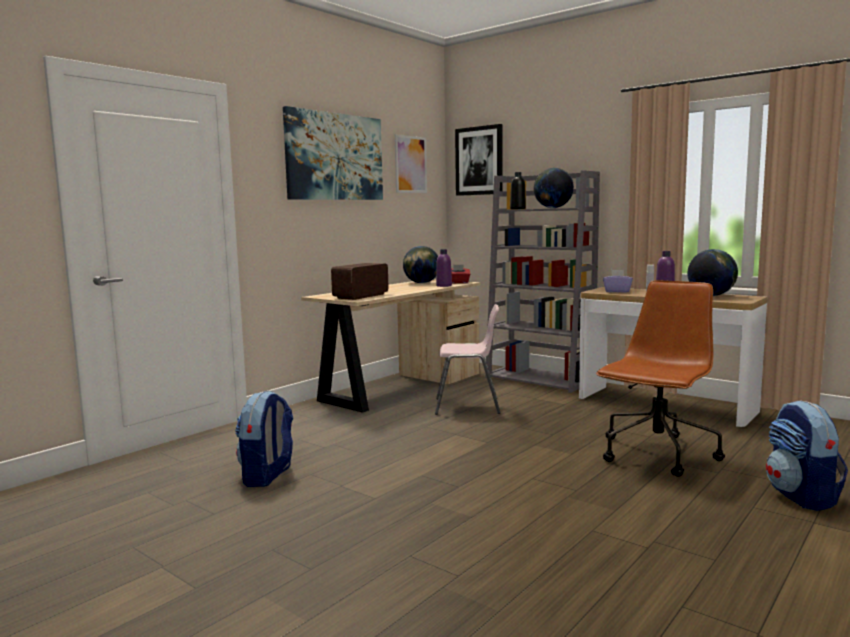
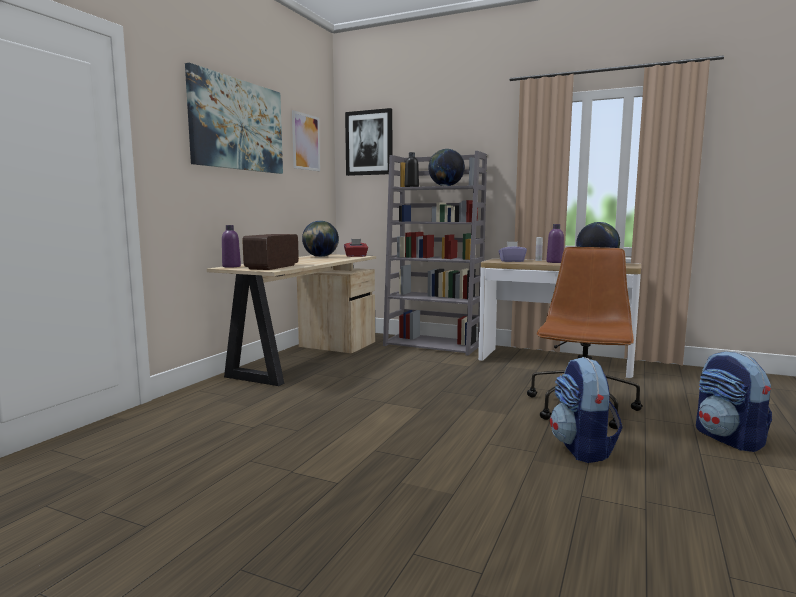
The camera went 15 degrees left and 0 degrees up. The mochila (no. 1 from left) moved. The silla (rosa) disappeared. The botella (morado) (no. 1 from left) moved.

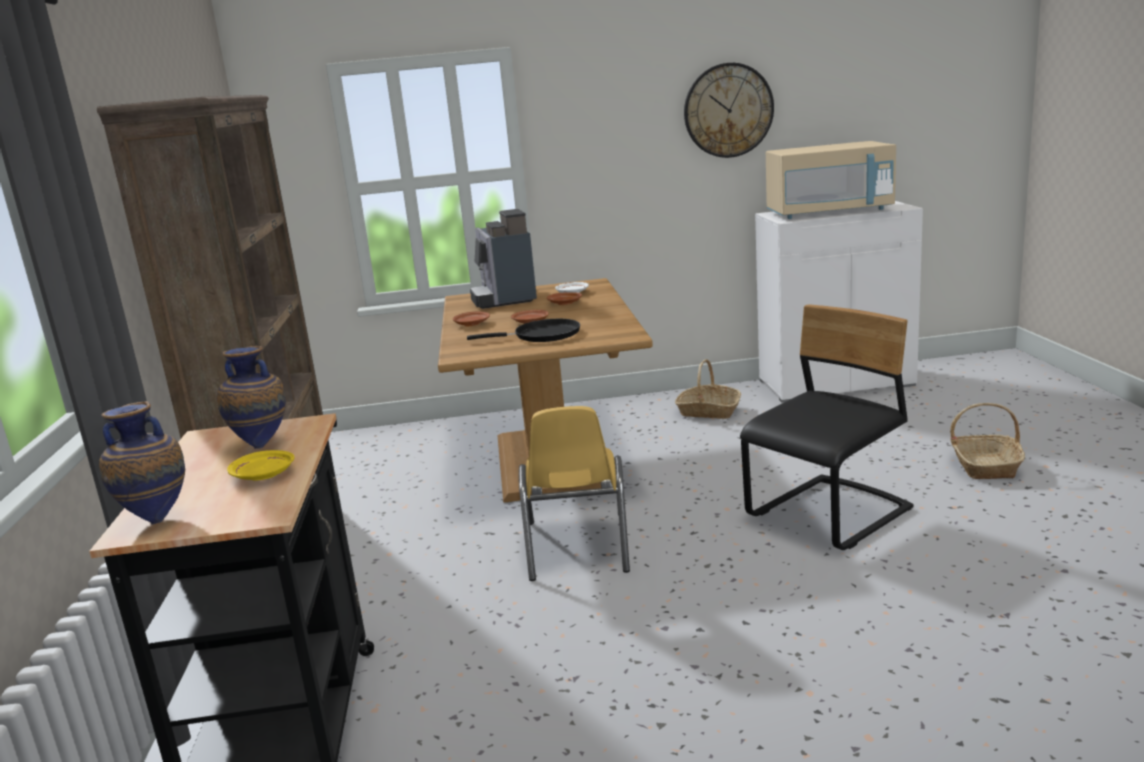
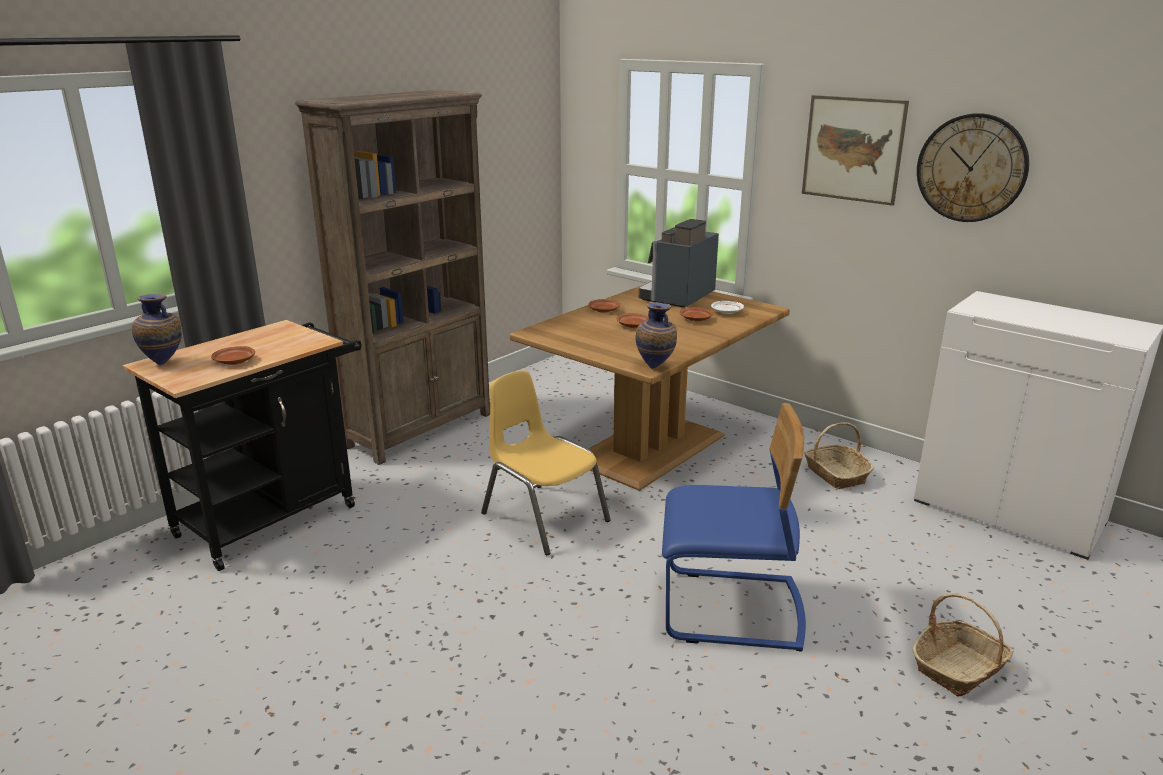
The camera went 45 degrees right and 5 degrees up. The florero (no. 2 from left) moved. The plato (amarillo) became the plato (marrón) (no. 1 from left). The sartén (negro) disappeared. The silla (amarillo) turned 90 degrees clockwise. The silla (negro) became the silla (azul). The microondas (beis) disappeared. The cuadro appeared.

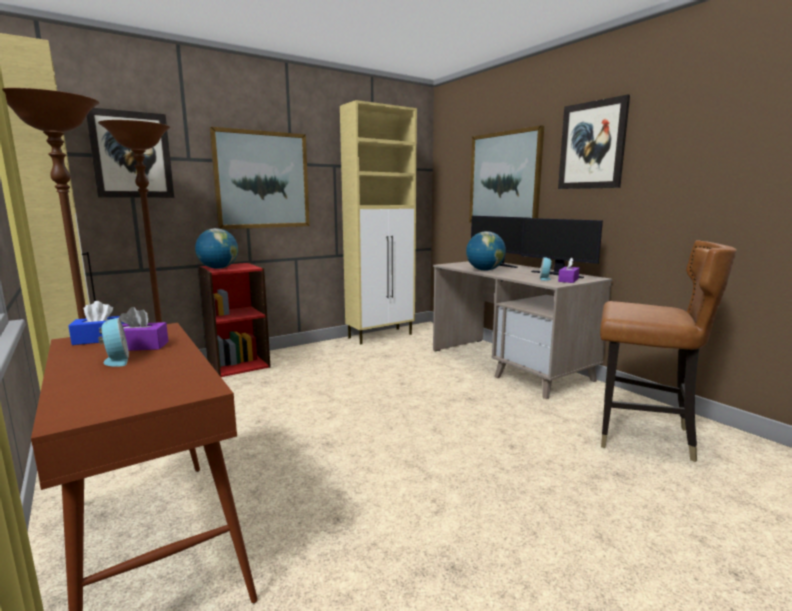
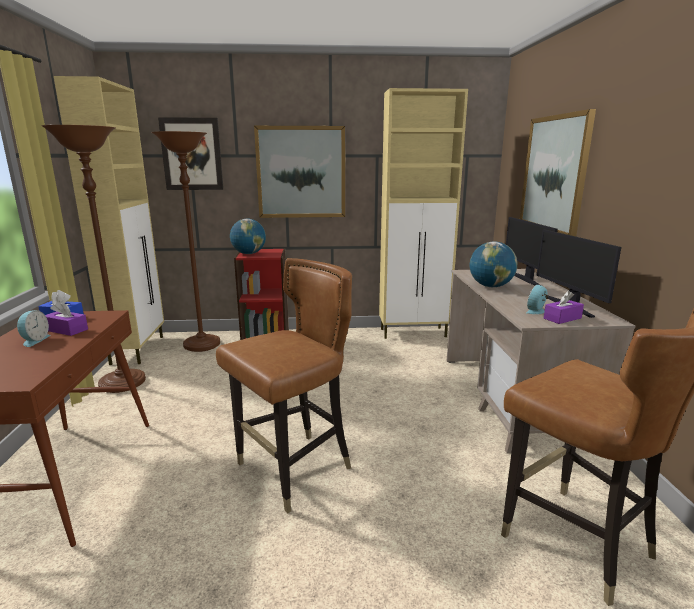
The camera went 30 degrees right and 5 degrees up. The cuadro (no. 4 from left) disappeared. The silla (marrón) (no. 1 from left) appeared.

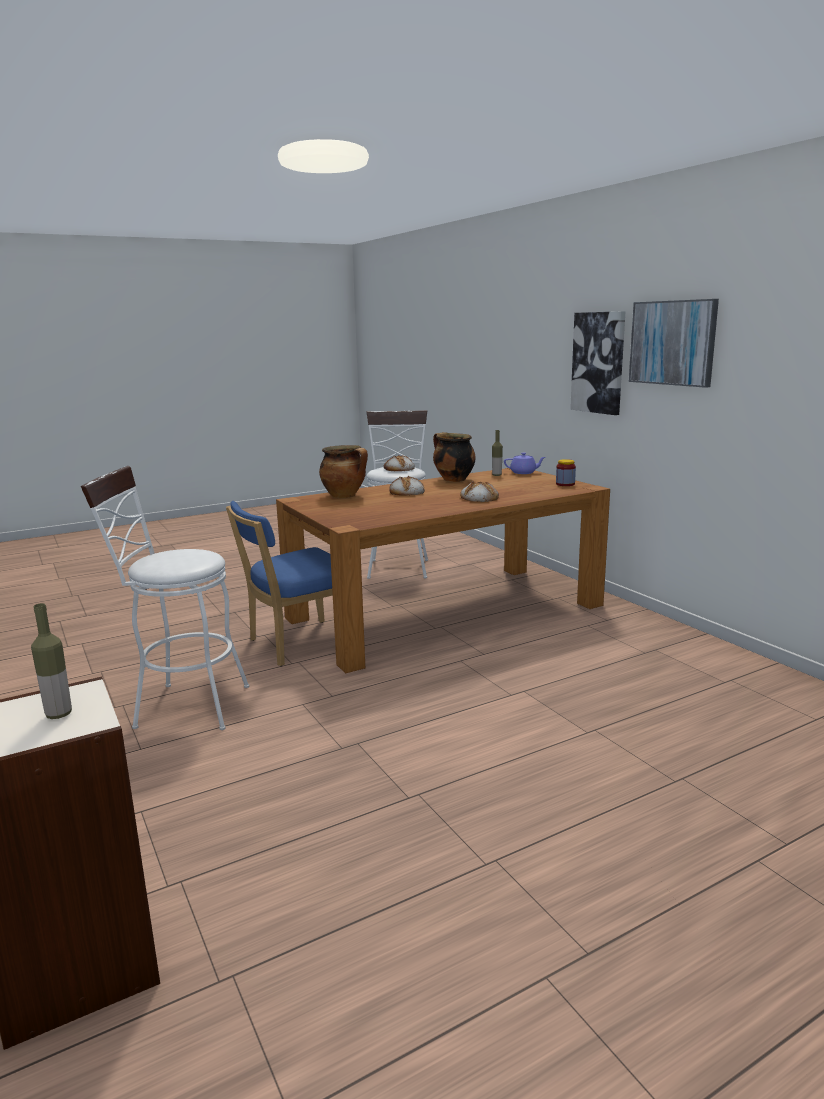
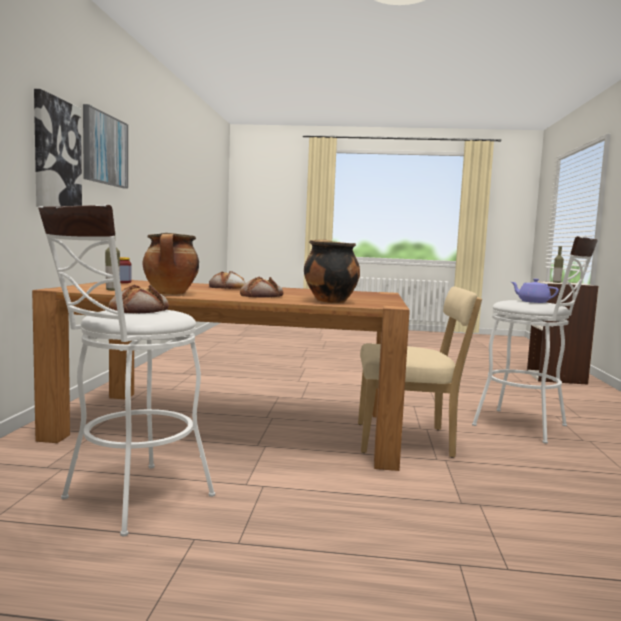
The camera went 145 degrees left and 10 degrees down. The silla (azul) became the silla (beis). The tetera (morado) moved.

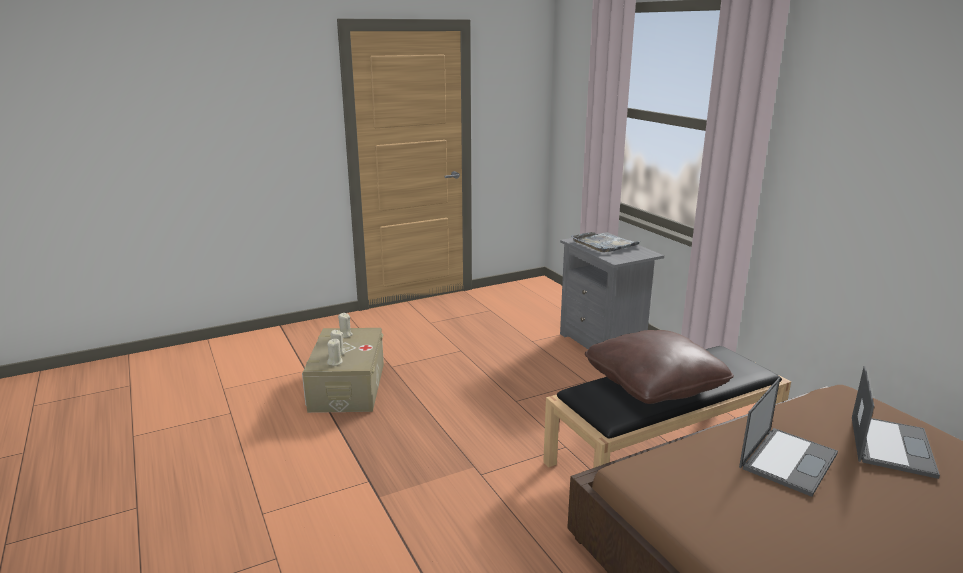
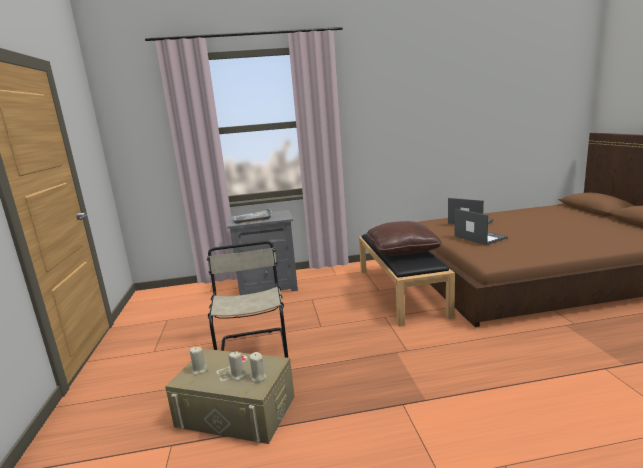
The camera went 70 degrees left and 5 degrees down. The silla (beis) appeared.

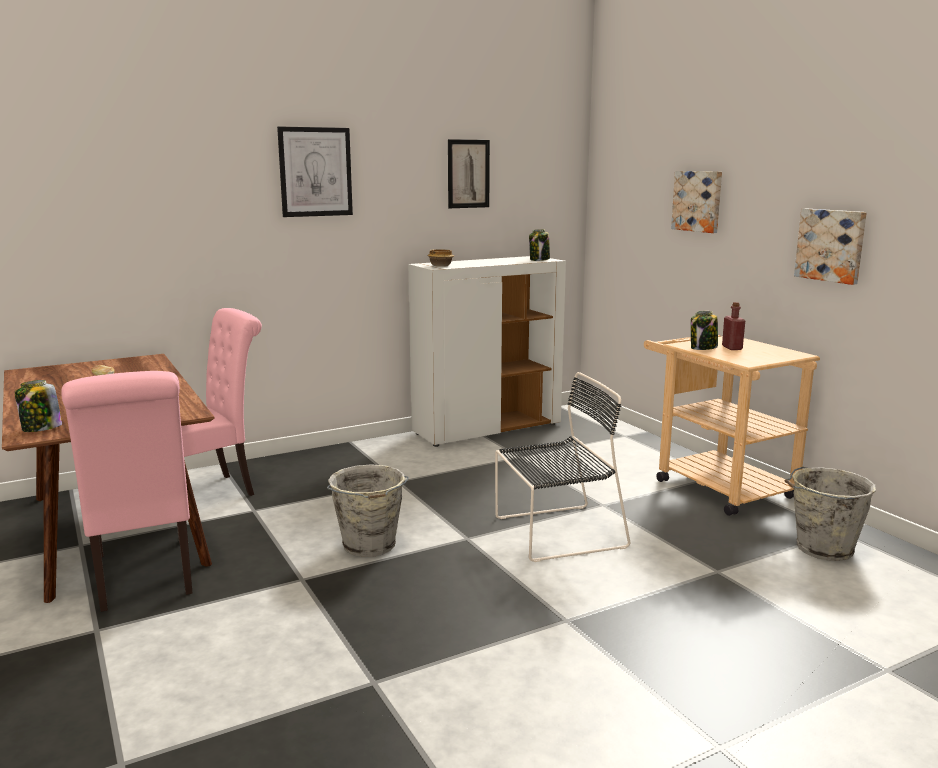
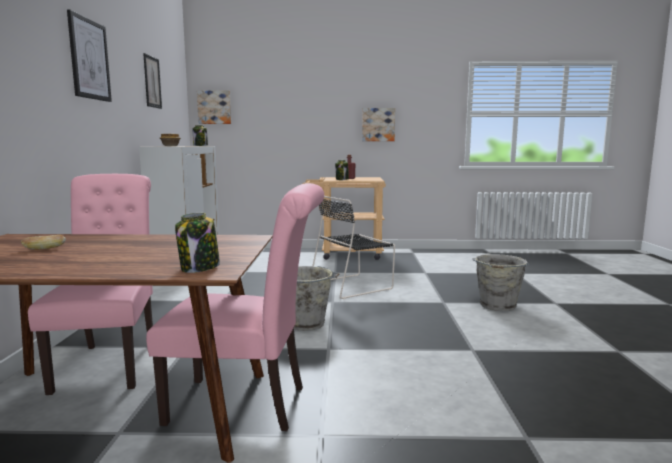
The camera went 60 degrees left and 5 degrees down. The silla (negro) turned 135 degrees counterclockwise. The cuadro (no. 3 from left) moved. The cubo (gris) (no. 2 from left) moved.

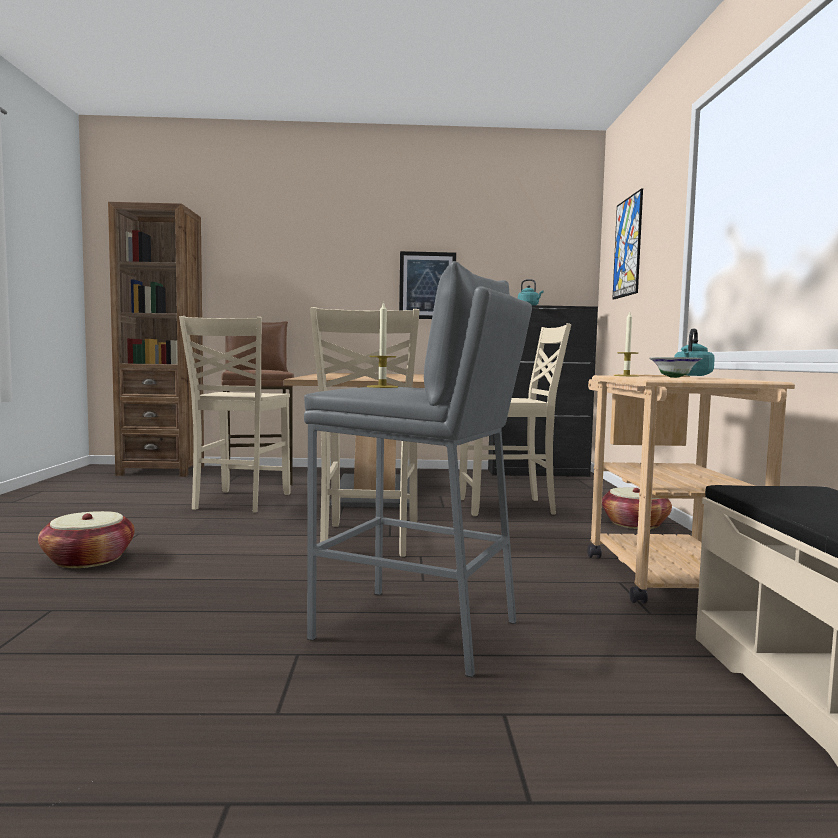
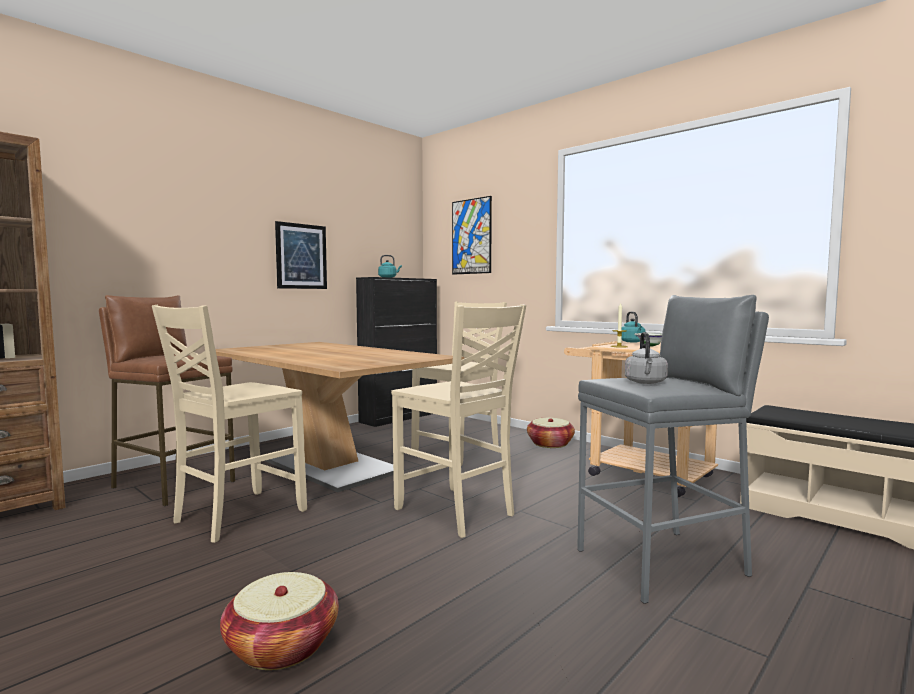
The camera went 45 degrees left and 0 degrees up. The silla (beis) (no. 1 from left) turned 75 degrees clockwise. The vela (no. 1 from left) was replaced by the hervidor (gris).

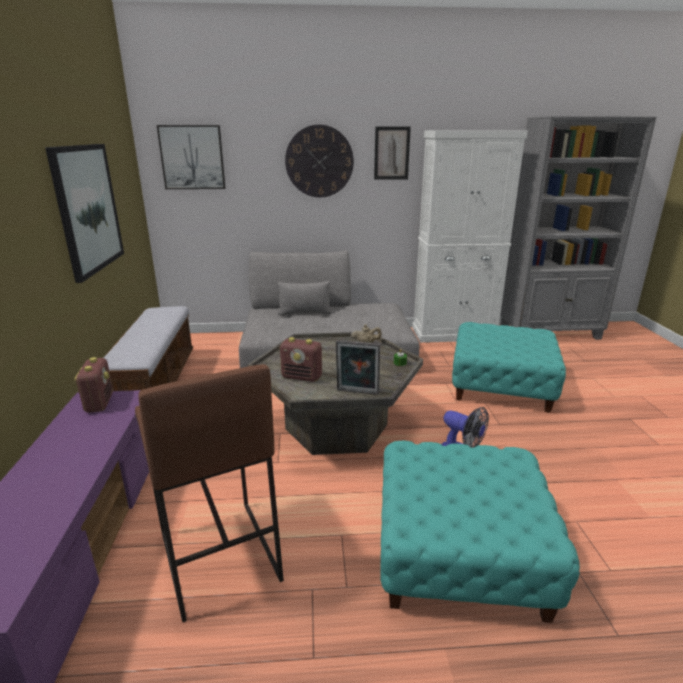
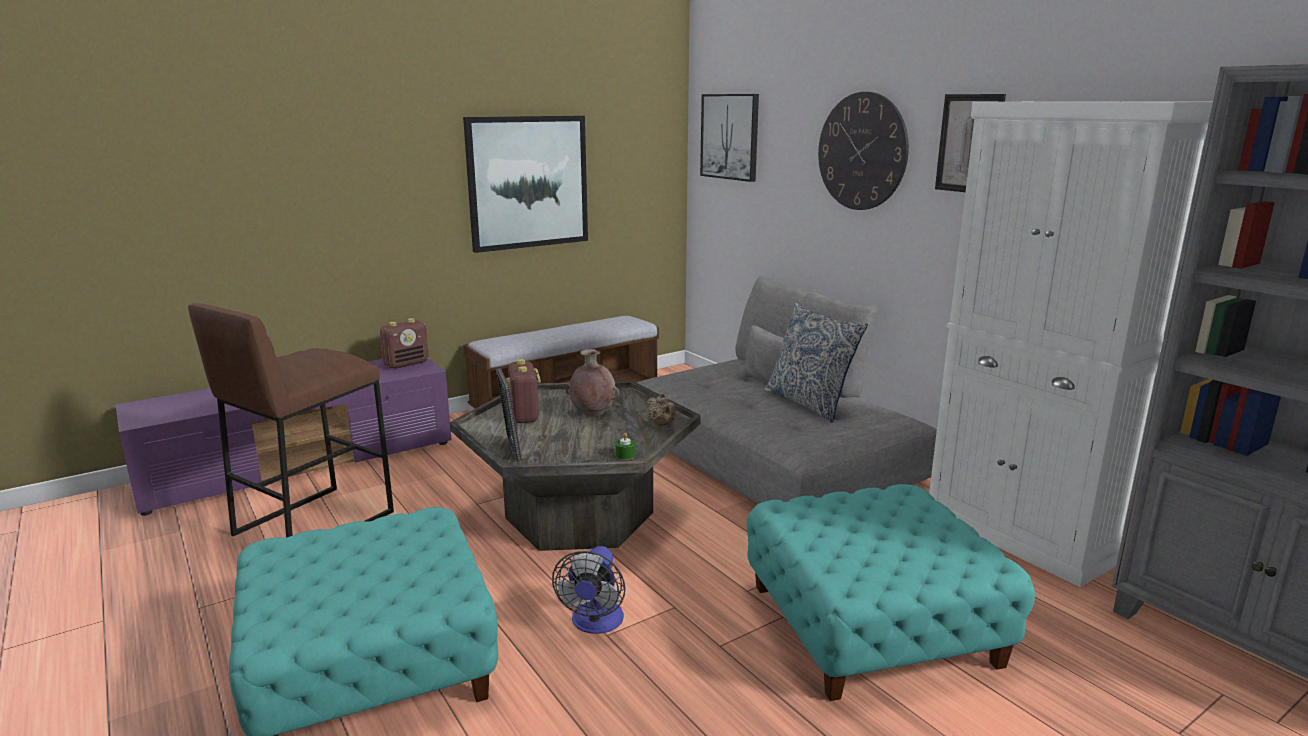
The camera went 60 degrees right and 5 degrees down. The florero (marrón) appeared. The cojín appeared.

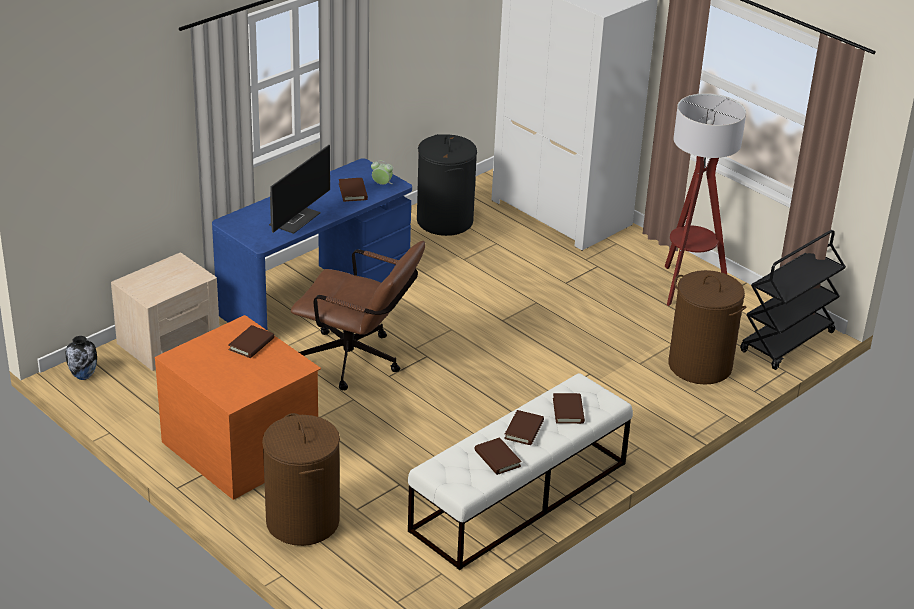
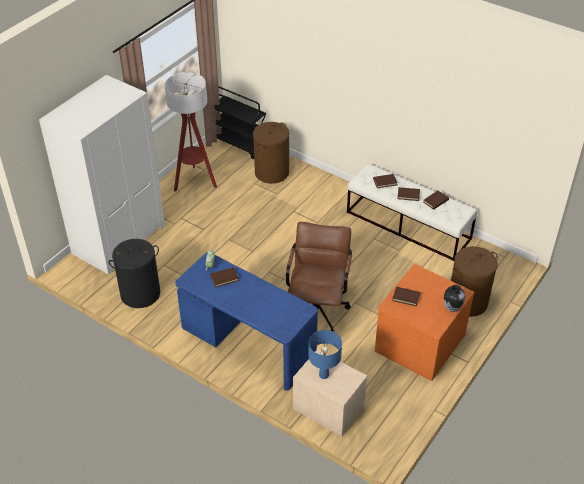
The camera went 100 degrees left and 10 degrees up. The florero moved. The monitor disappeared. The lámpara de mesa (azul) appeared.

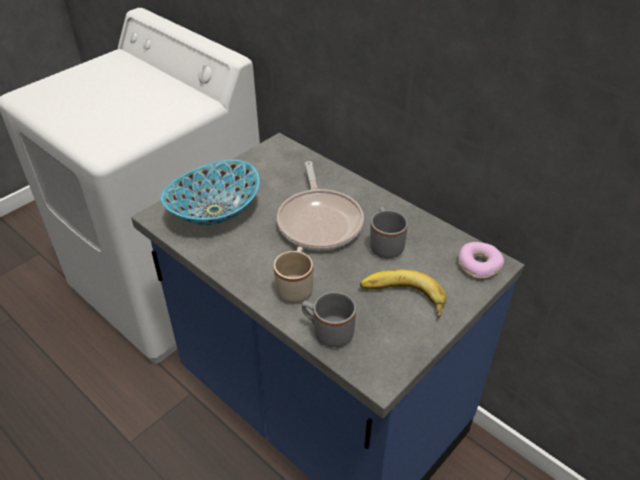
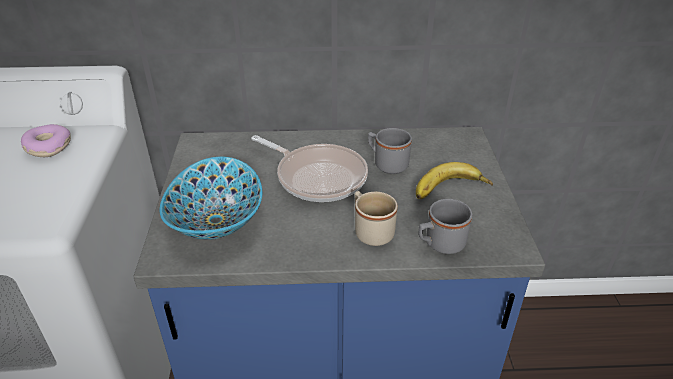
The camera went 45 degrees left and 5 degrees down. The rosquilla moved.

